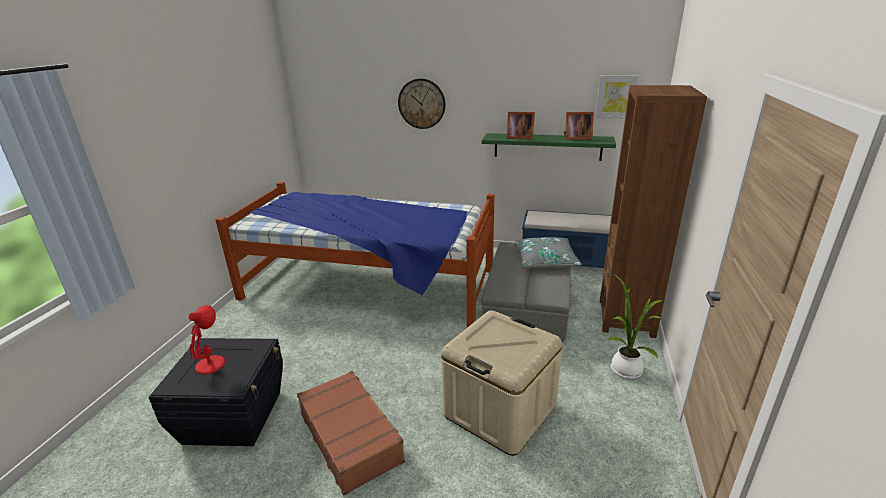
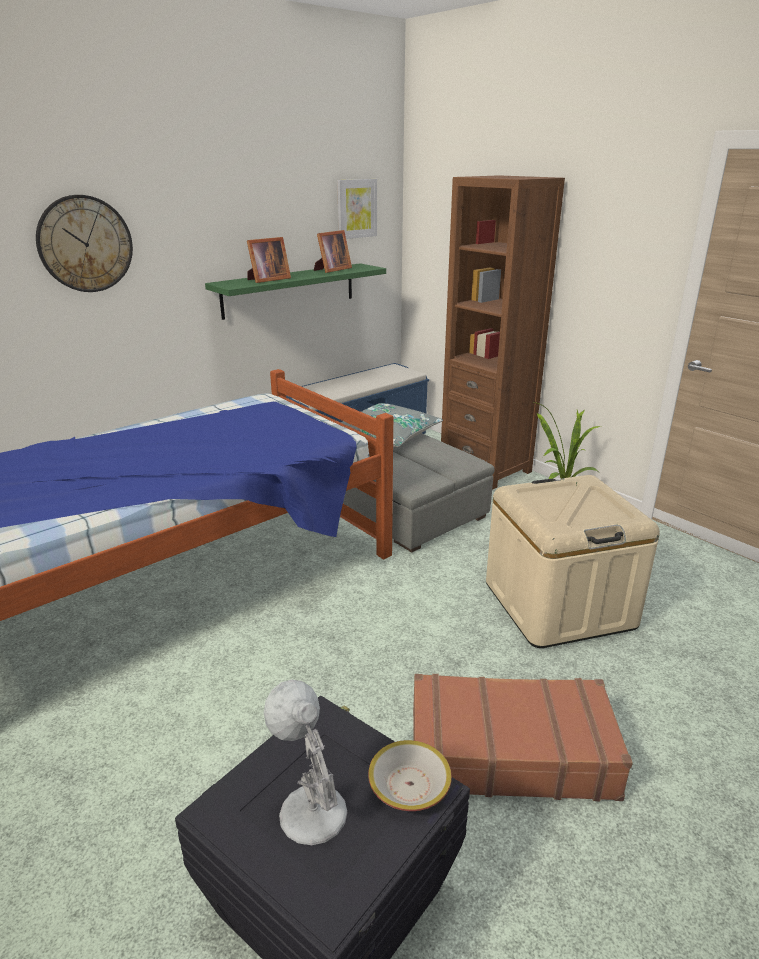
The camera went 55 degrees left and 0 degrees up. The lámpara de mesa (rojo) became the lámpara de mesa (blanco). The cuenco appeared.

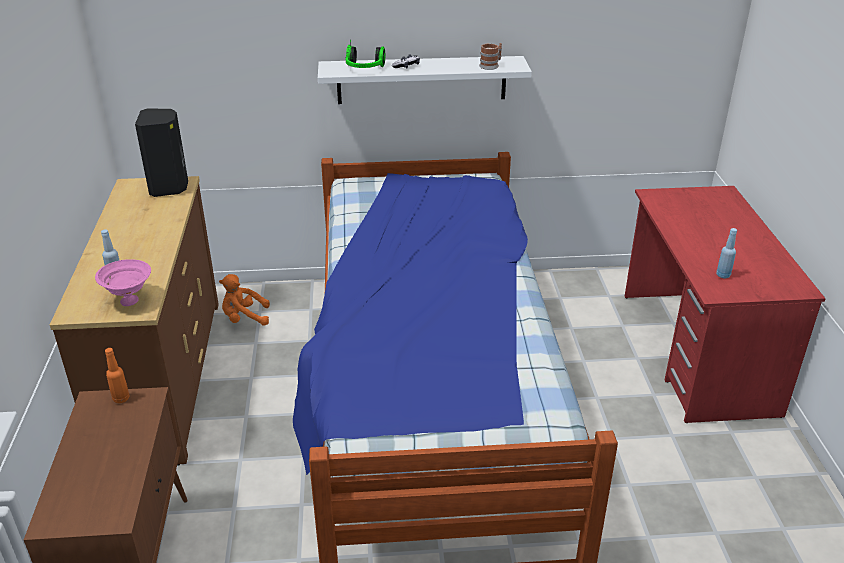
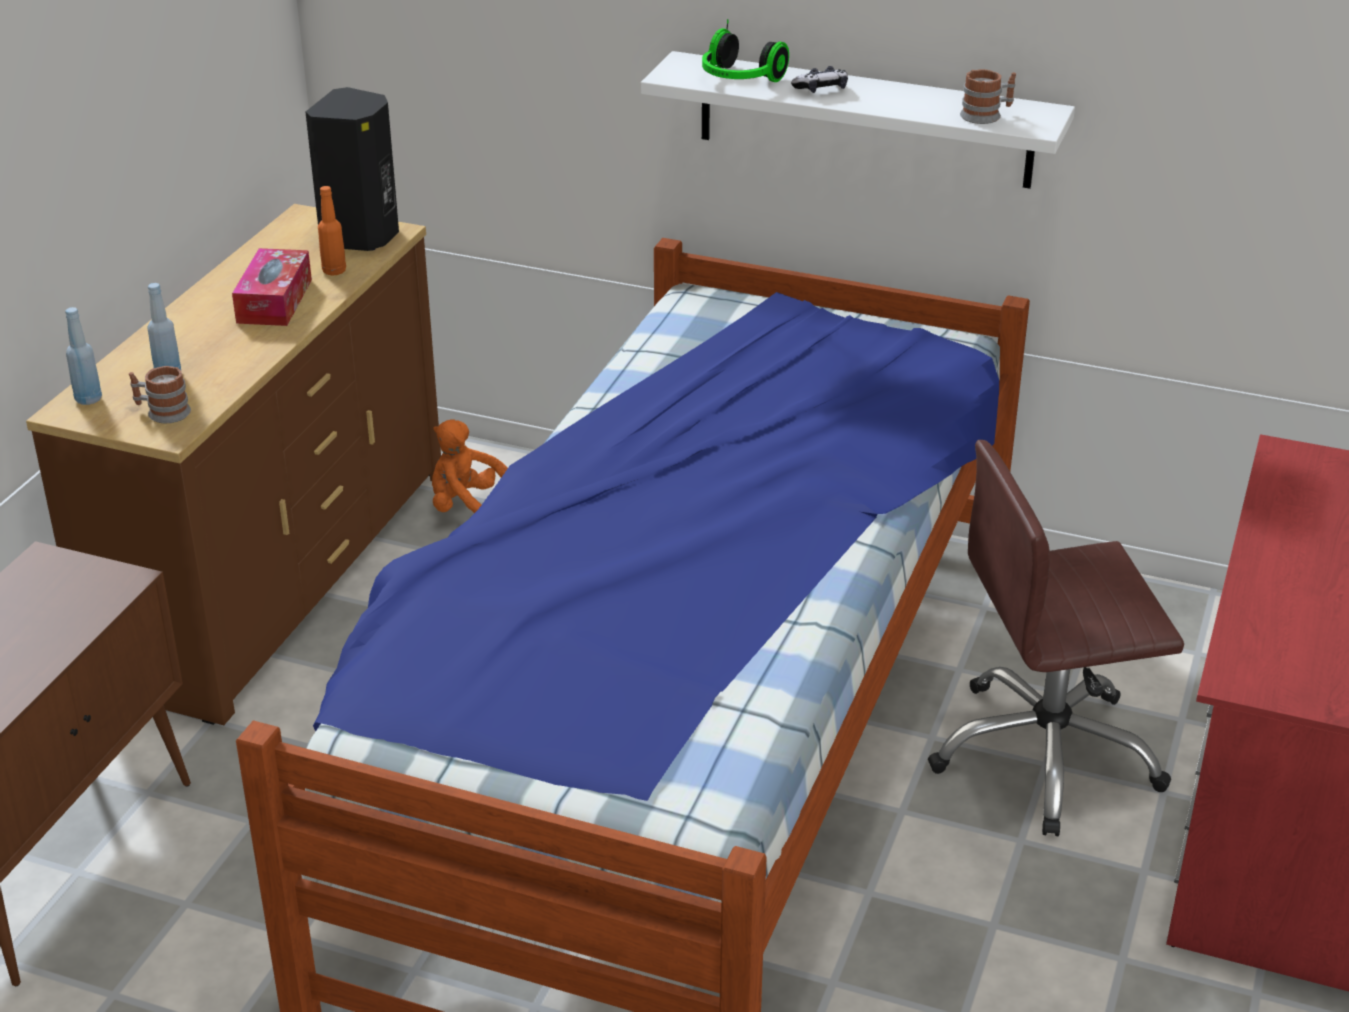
The camera went 25 degrees right and 0 degrees up. The cuenco (rosa) was replaced by the taza grande (no. 1 from left). The botella (naranja) moved. The botella (azul) (no. 2 from left in the first image) moved. The caja de pañuelos appeared. The silla de oficina (marrón) appeared.

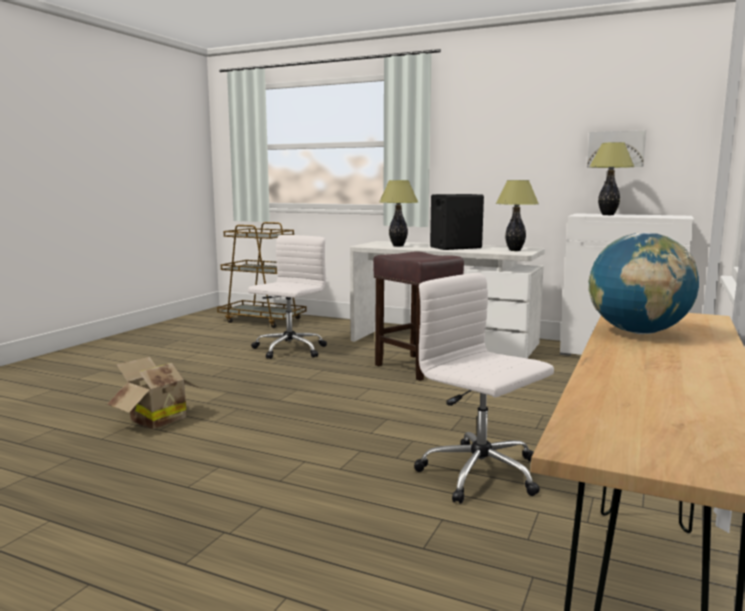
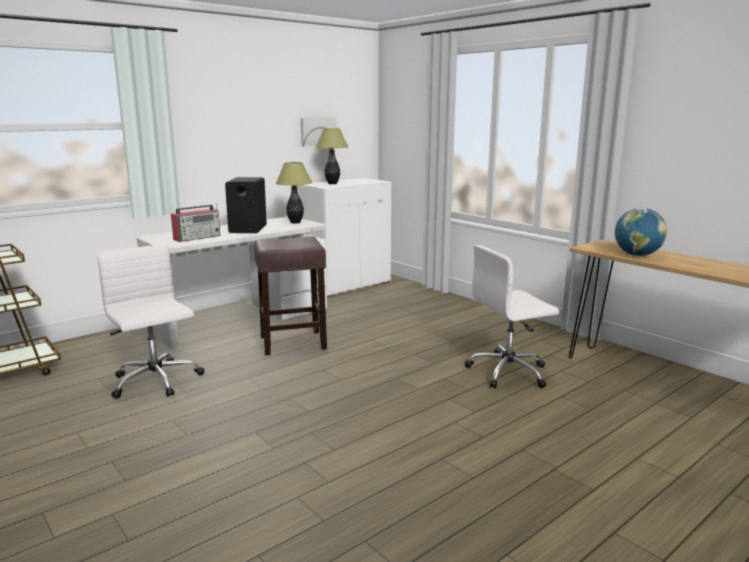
The camera went 65 degrees left and 5 degrees up. The caja de cartón disappeared. The lámpara de mesa (no. 1 from left) was replaced by the radio.

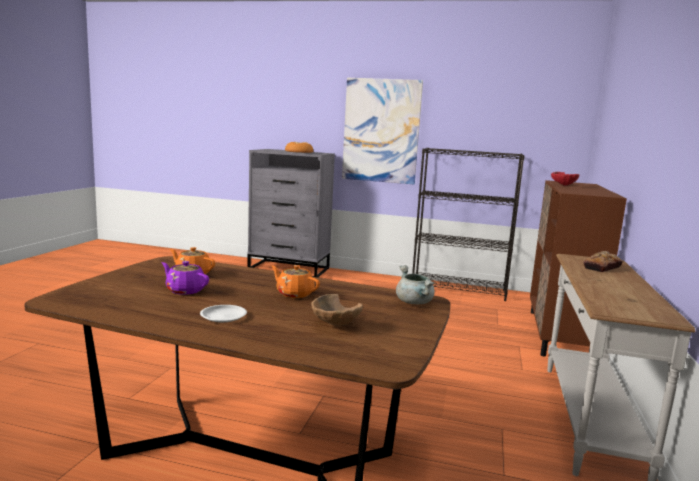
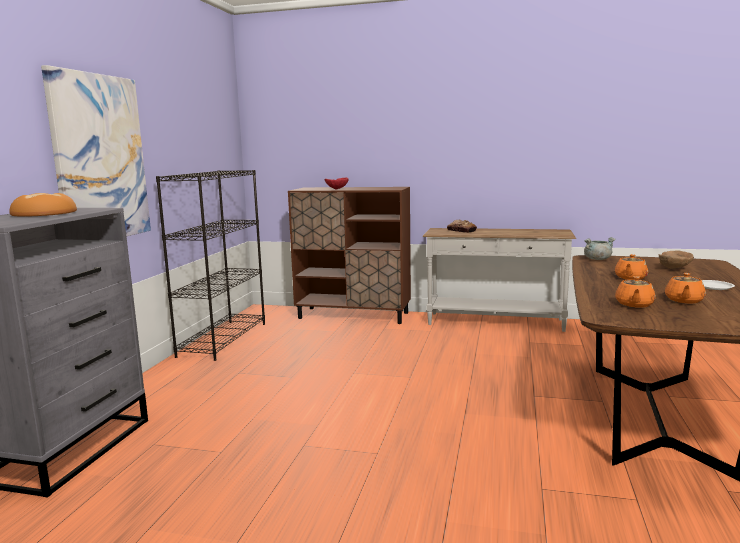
The camera went 90 degrees left and 0 degrees up. The tetera (morado) became the tetera (naranja) (no. 3 from left).

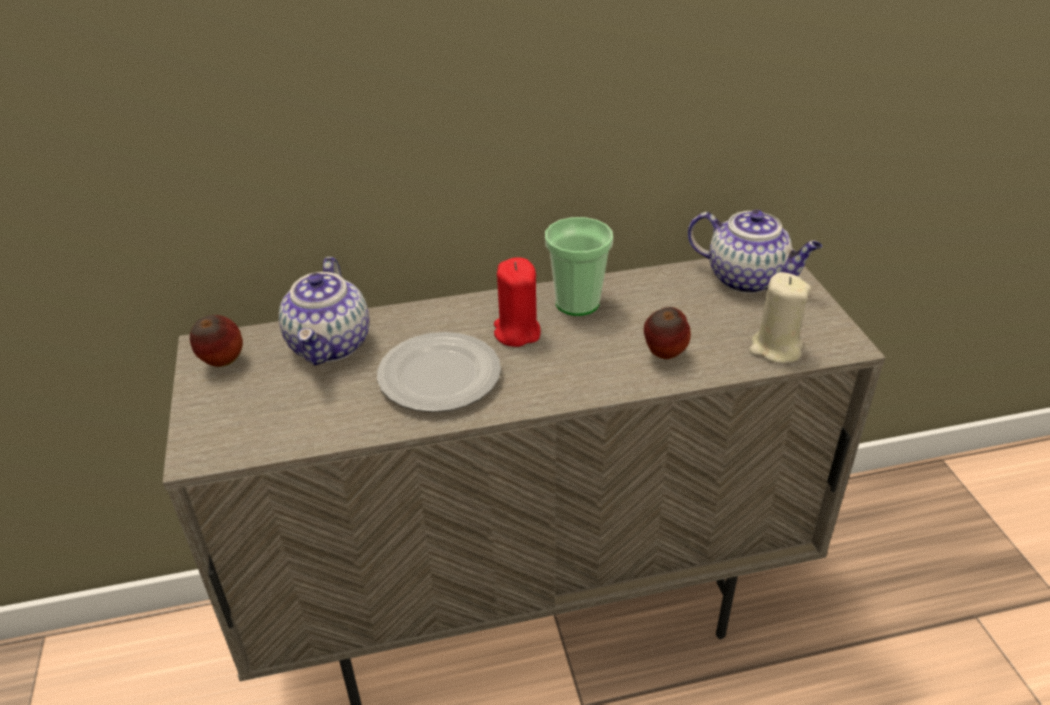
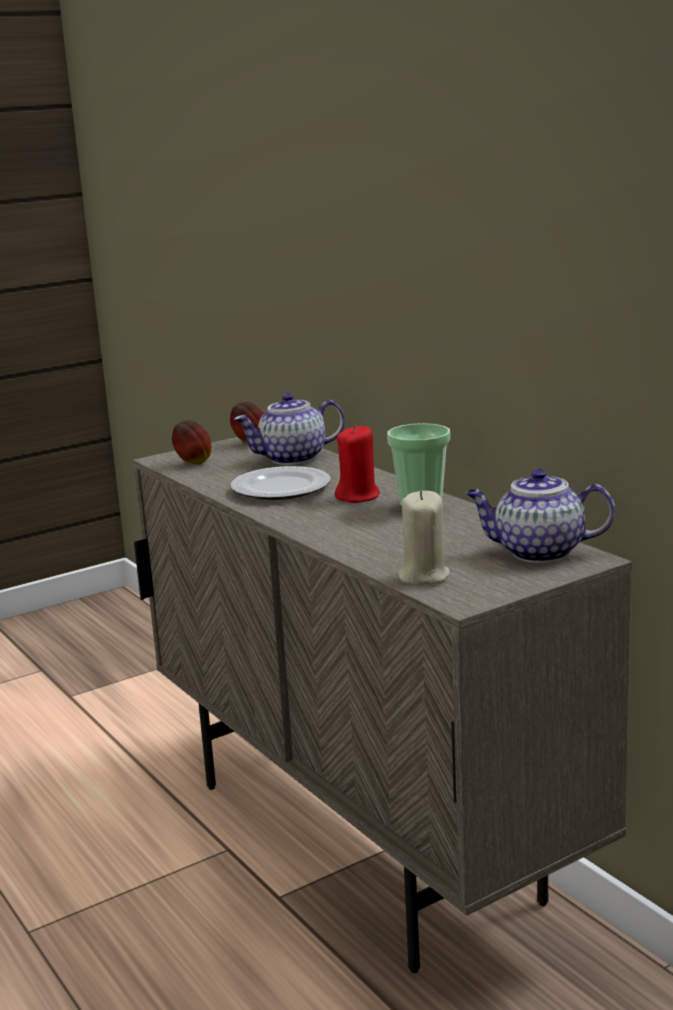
The camera went 70 degrees right and 20 degrees down. The manzana (no. 2 from left in the first image) moved. The tetera (no. 2 from left) turned 90 degrees clockwise.

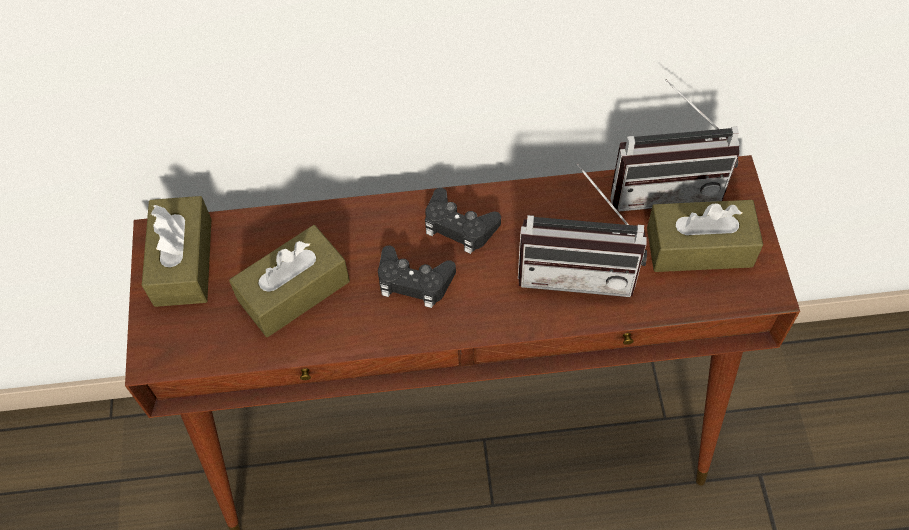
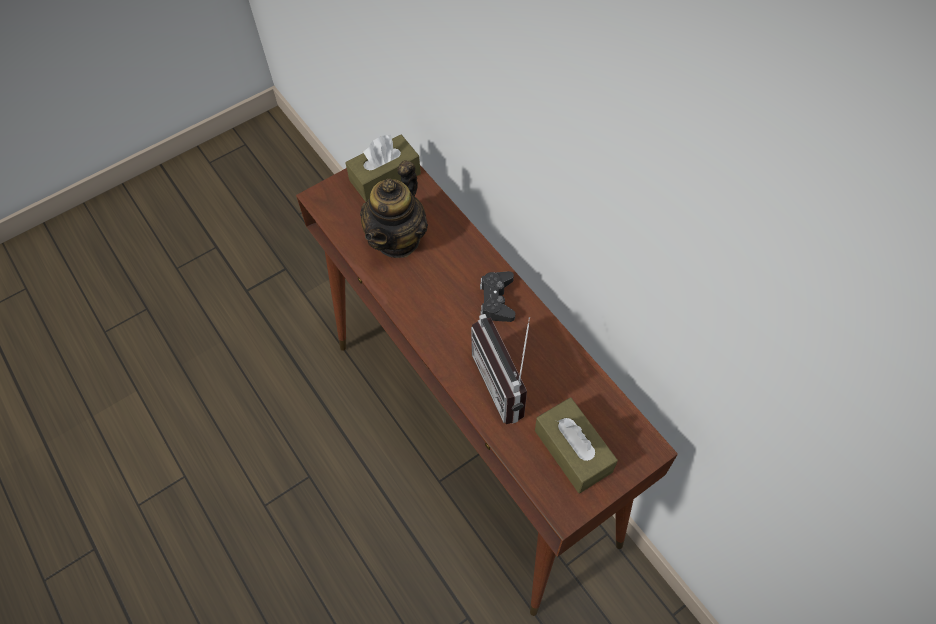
The camera went 60 degrees right and 0 degrees up. The caja de pañuelos (marrón) (no. 2 from left) was replaced by the tetera. The mando de consola (negro) (no. 1 from left) disappeared. The radio (no. 2 from left) disappeared.

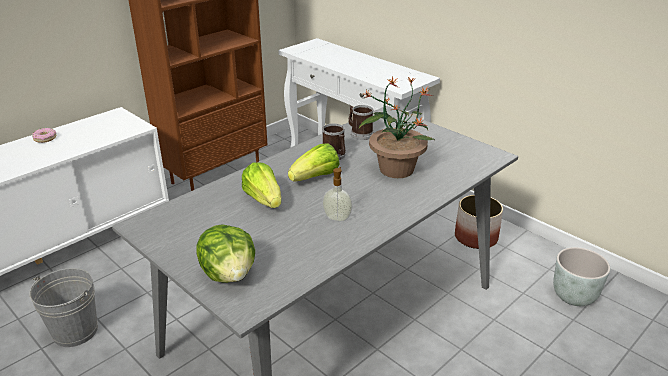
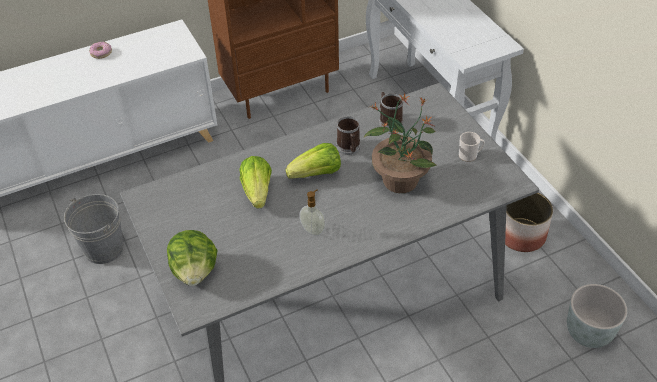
The camera went 20 degrees right and 15 degrees up. The taza grande (no. 3 from left) appeared.

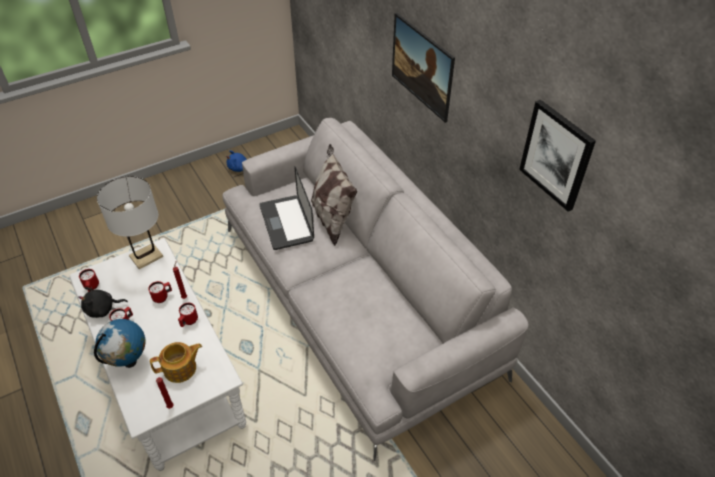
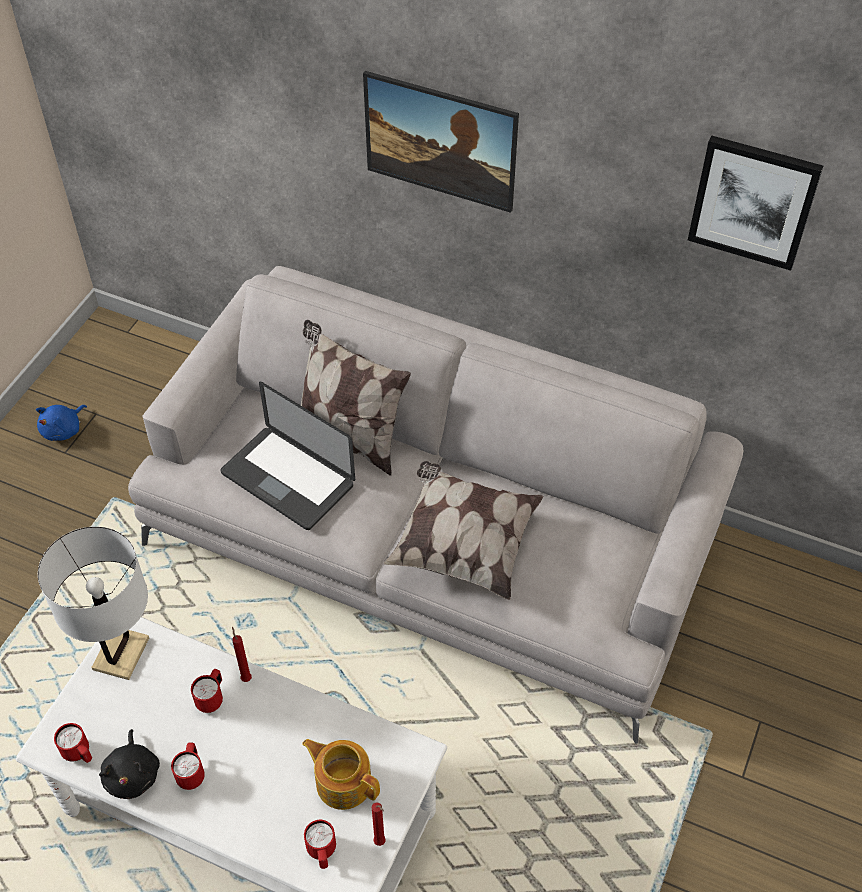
The camera went 35 degrees left and 5 degrees up. The peluche (negro) turned 45 degrees counterclockwise. The globo terráqueo disappeared. The tetera turned 90 degrees counterclockwise. The taza grande (rojo) (no. 4 from left) moved. The cojín (no. 2 from left) appeared.

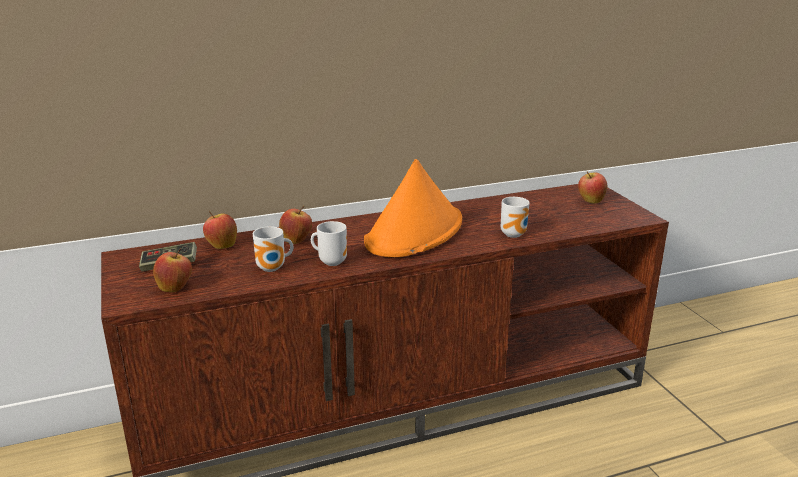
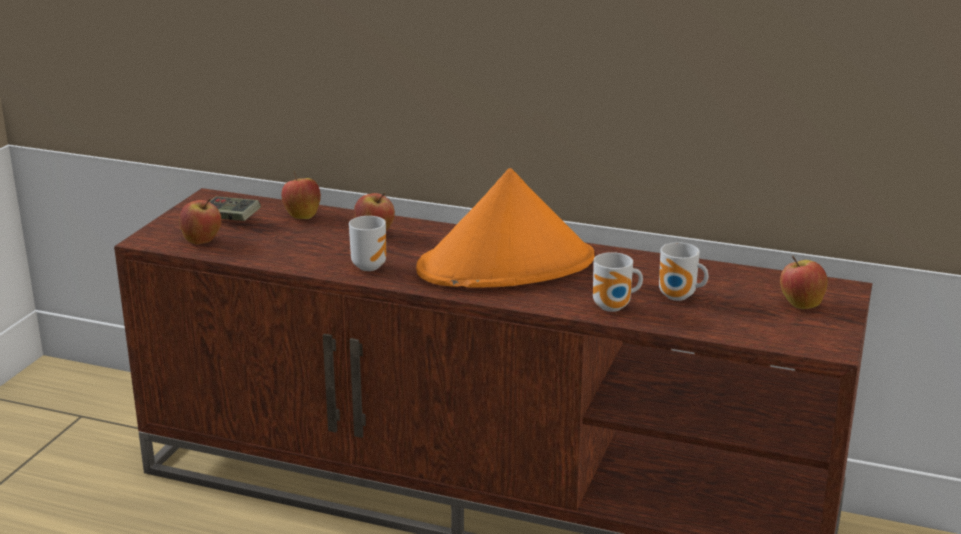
The camera went 40 degrees right and 0 degrees up. The taza grande (no. 1 from left in the first image) moved.

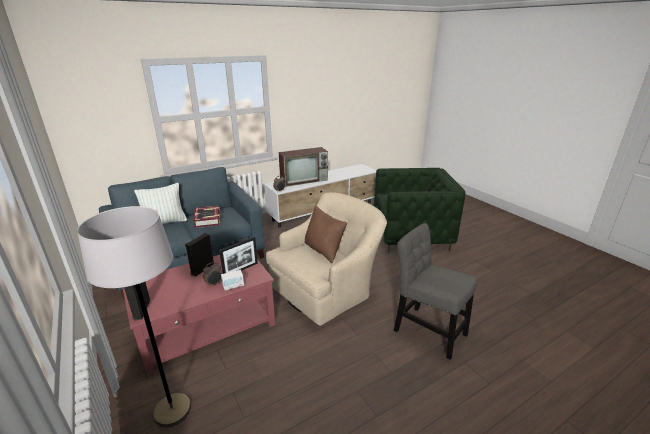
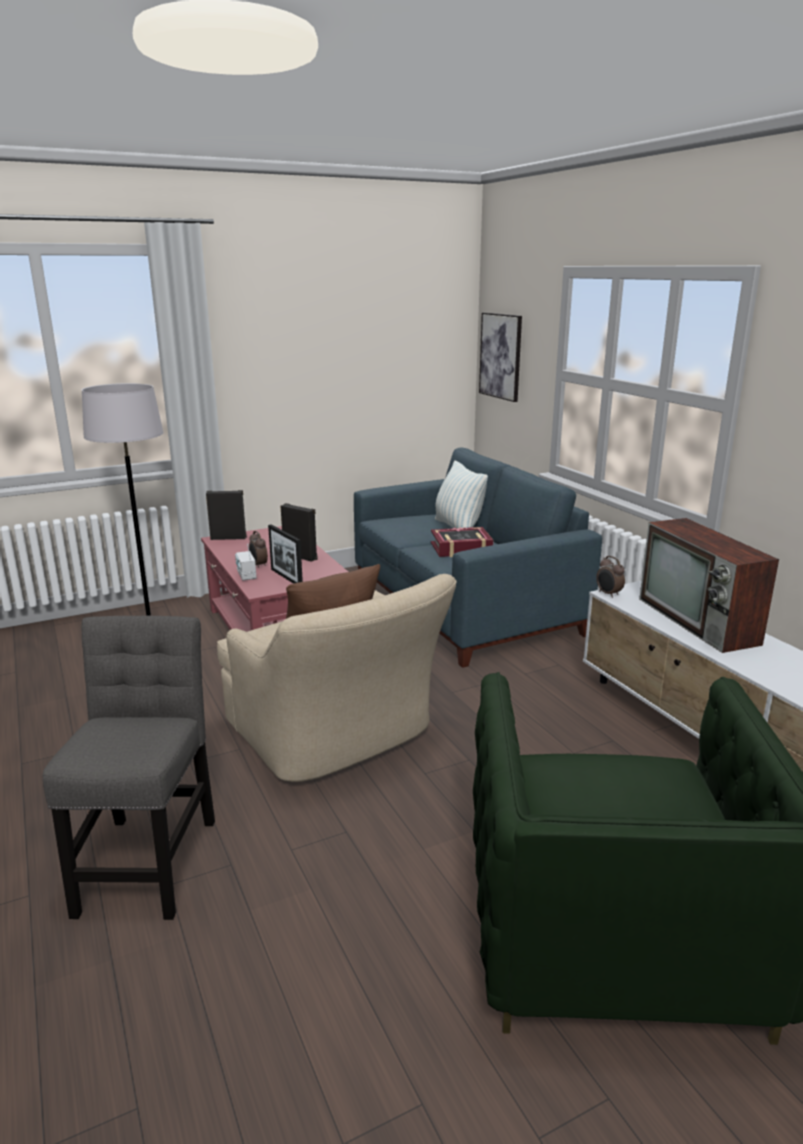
The camera went 95 degrees right and 5 degrees down. The silla (gris) turned 45 degrees counterclockwise. The cuadro appeared.

